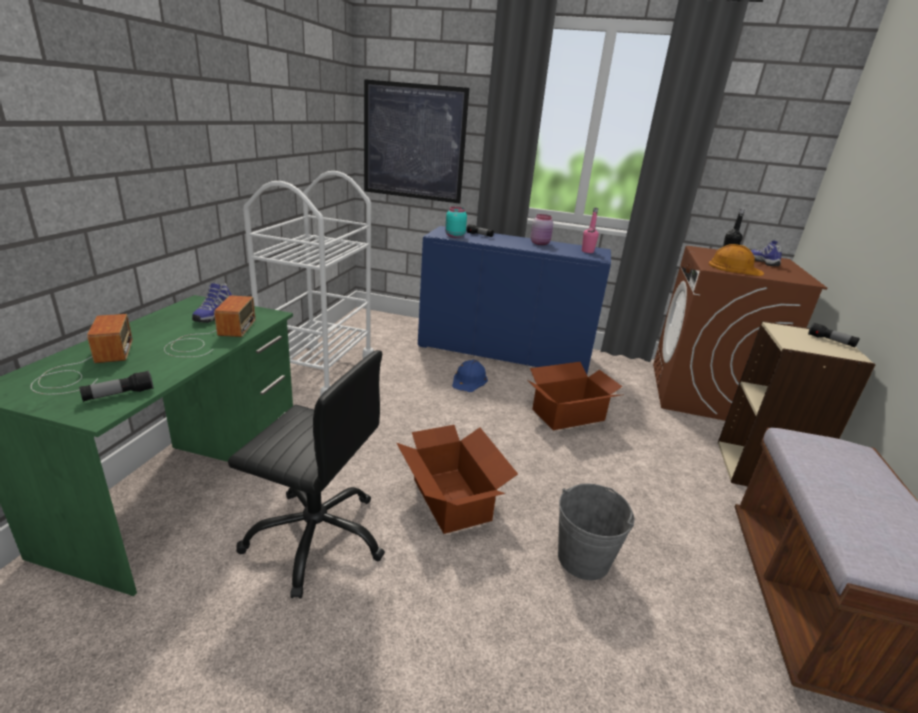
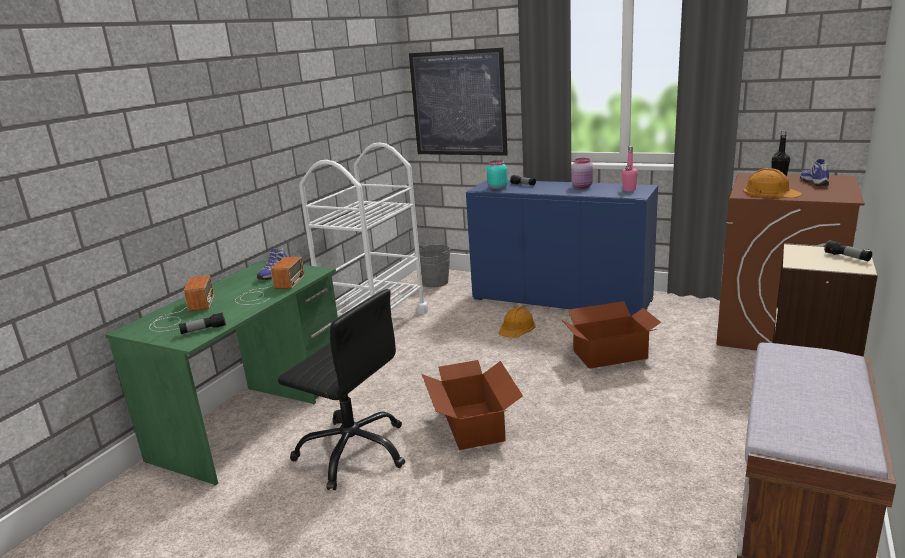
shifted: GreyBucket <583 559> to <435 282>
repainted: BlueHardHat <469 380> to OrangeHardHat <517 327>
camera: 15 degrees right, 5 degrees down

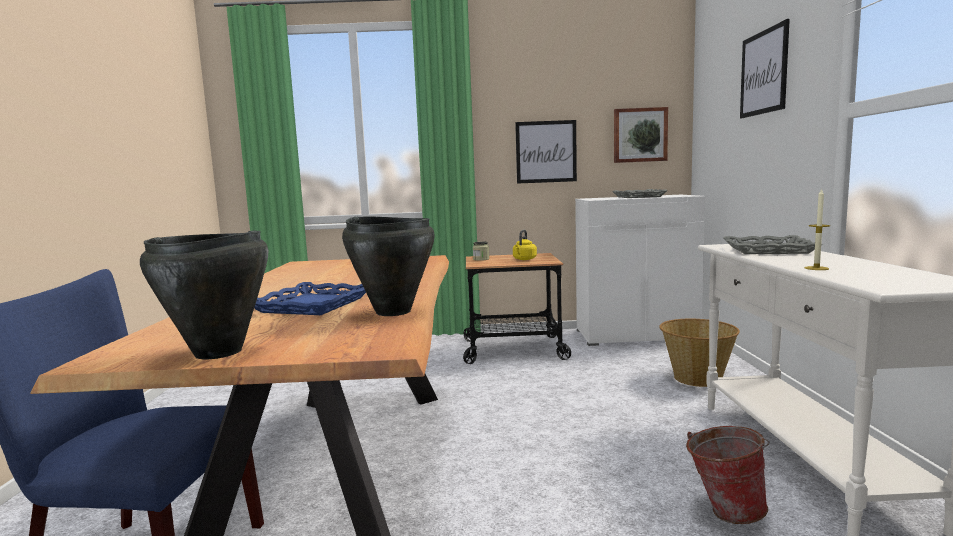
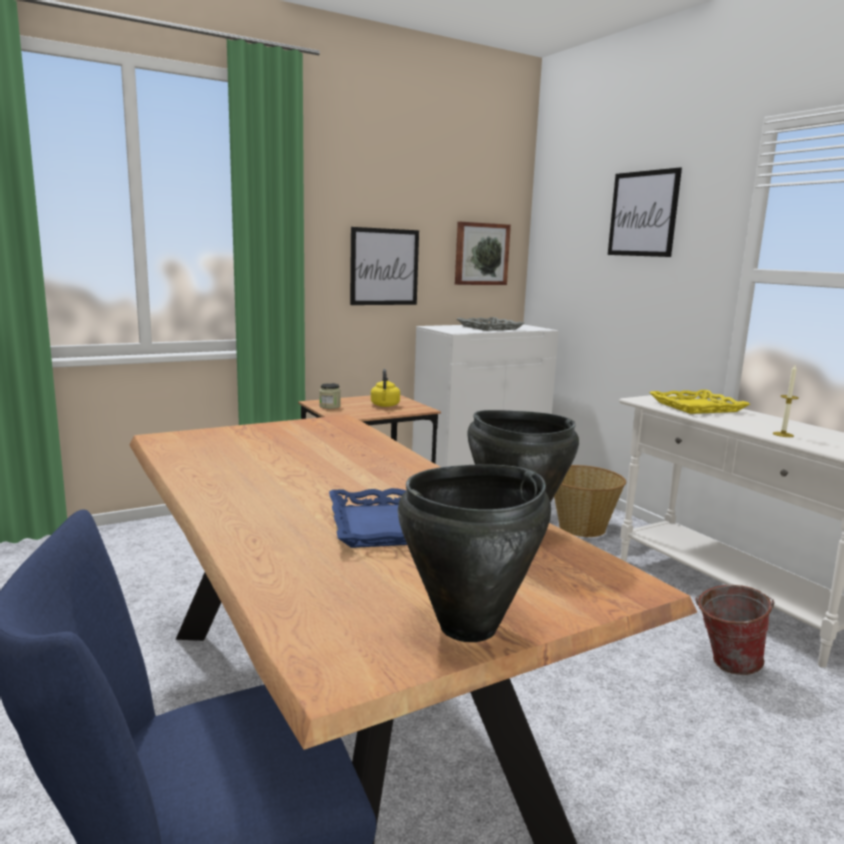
repainted: GreyTray <768 250> to YellowTray <696 407>
camera: 30 degrees left, 5 degrees up

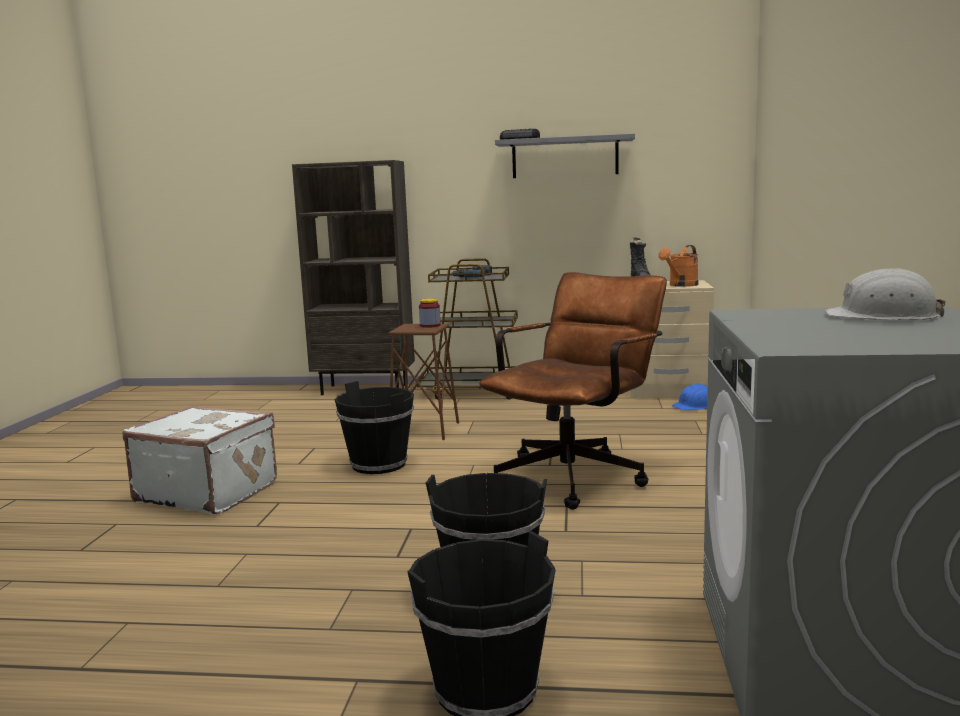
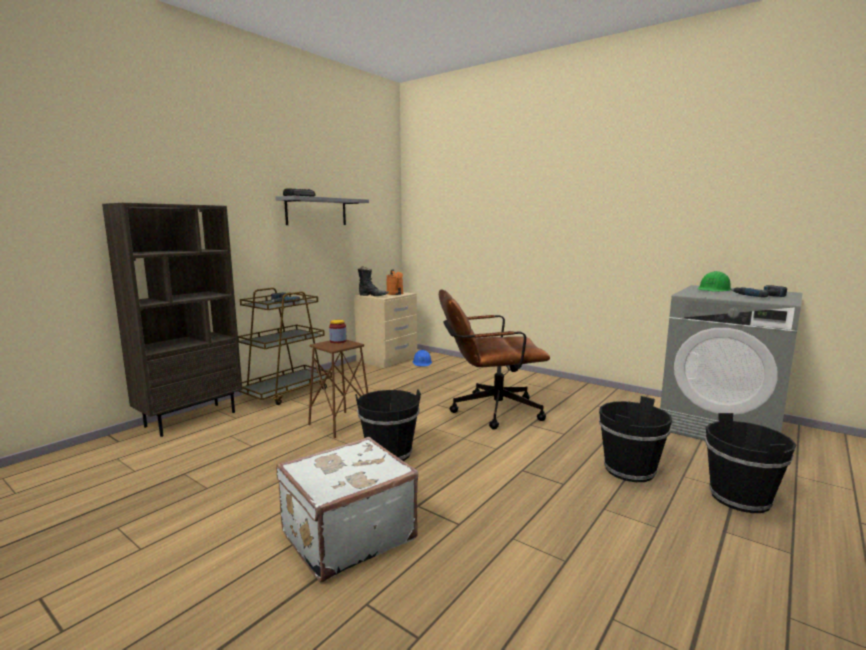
new: PowerDrill <759 296>
repainted: WhiteHardHat <882 316> to GreenHardHat <714 290>
rotated: BrownOfficeChair <576 475> = <488 411> 75 degrees counterclockwise
camera: 60 degrees left, 0 degrees up

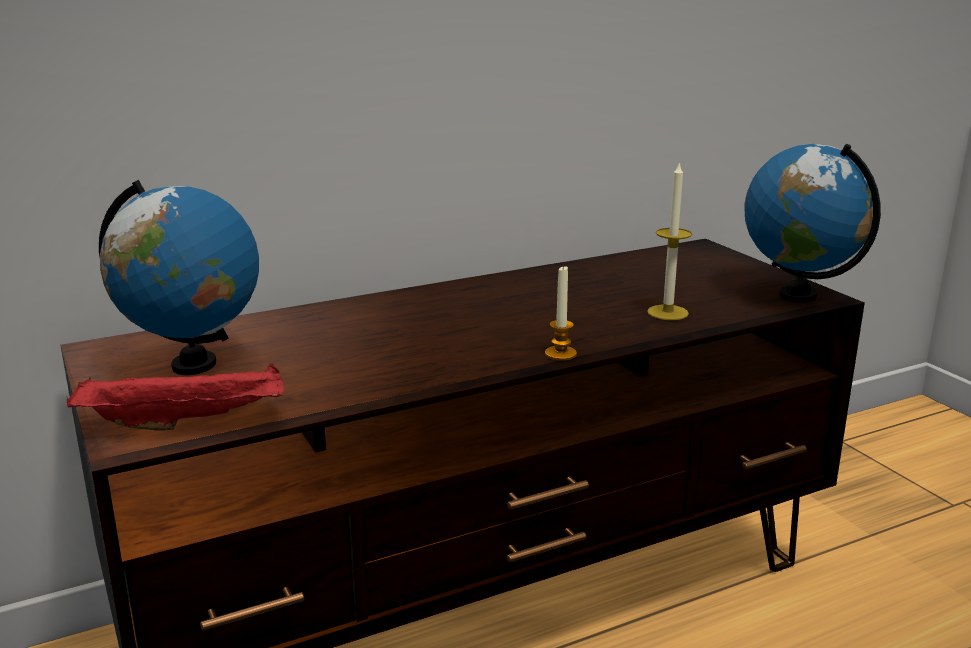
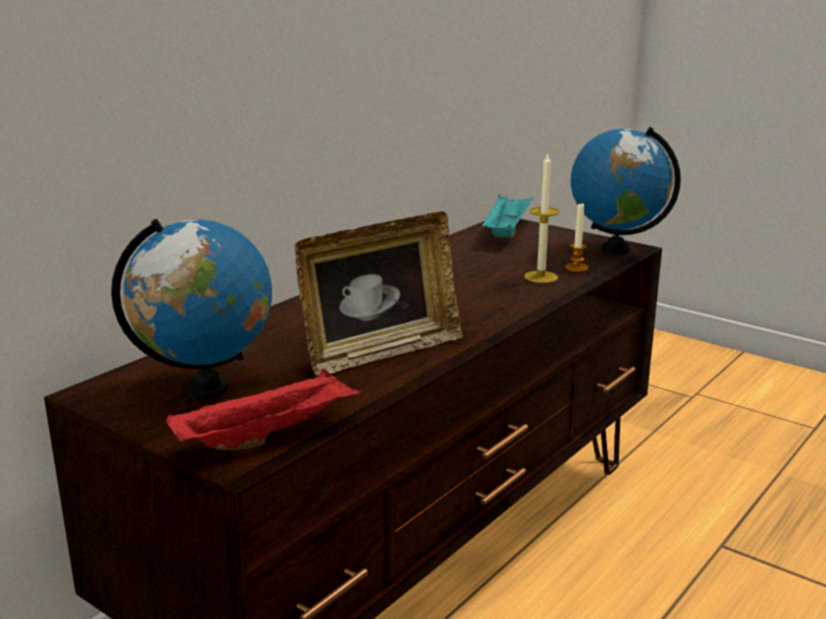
new: PictureFrame <380 352>; TurquoiseTray <506 231>
shifted: Candle <560 354> to <576 268>
camera: 25 degrees left, 0 degrees up

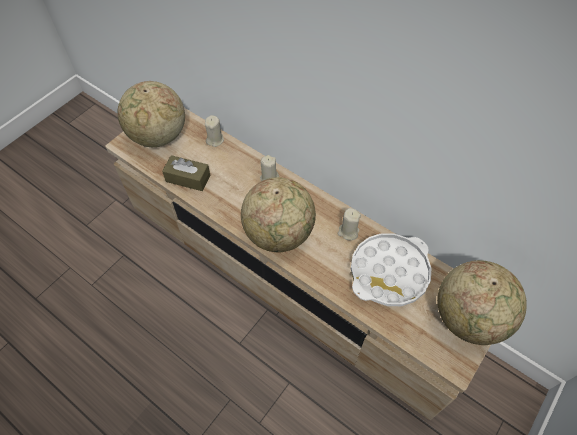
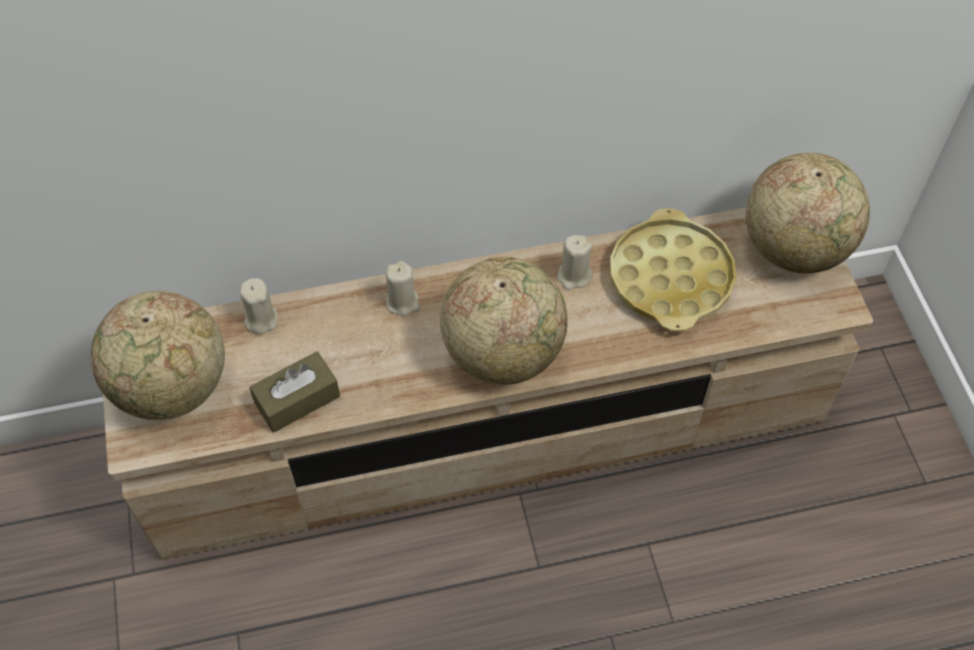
repainted: WhiteTray <389 273> to YellowTray <670 278>
camera: 50 degrees left, 0 degrees up

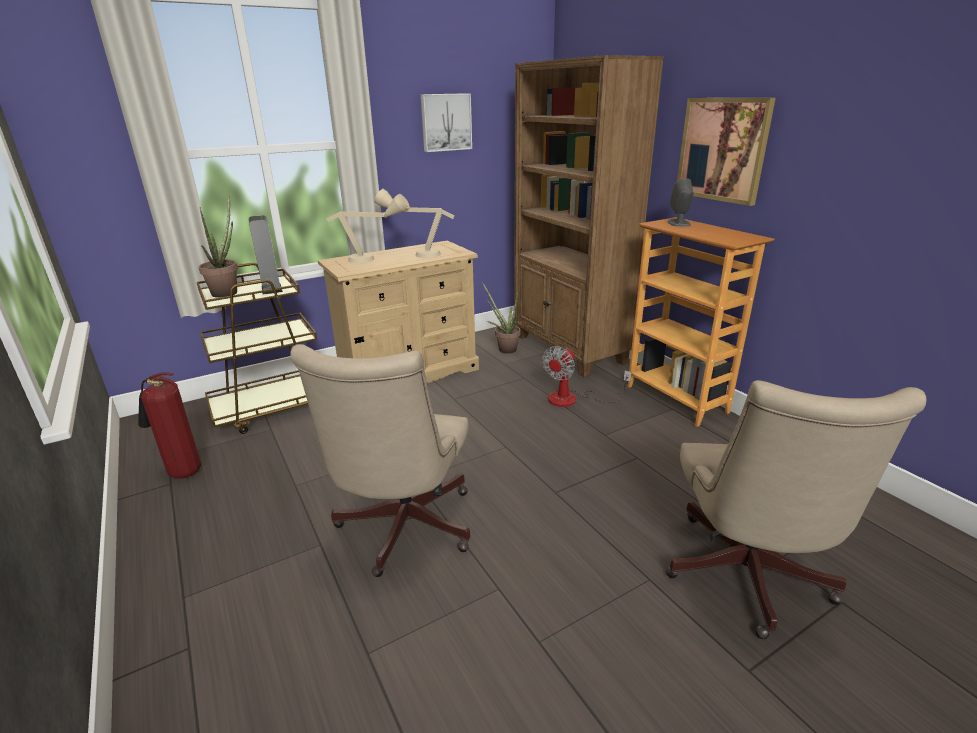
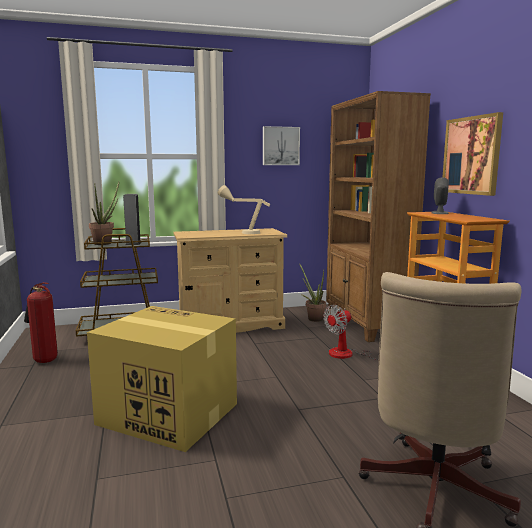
gone: BeigeTableLamp <374 259>
swapped: BeigeOfficeChair <402 530> to CardboardBox <166 413>
camera: 15 degrees right, 15 degrees down

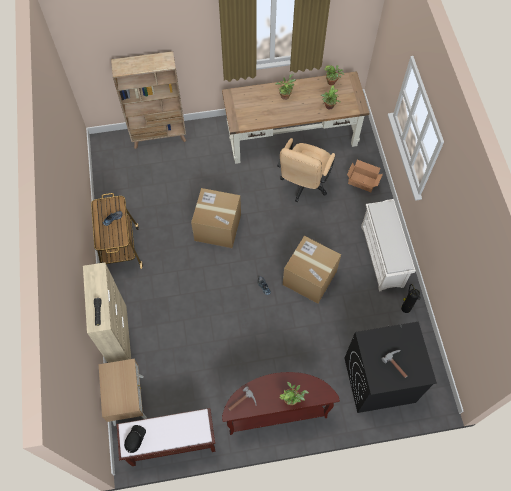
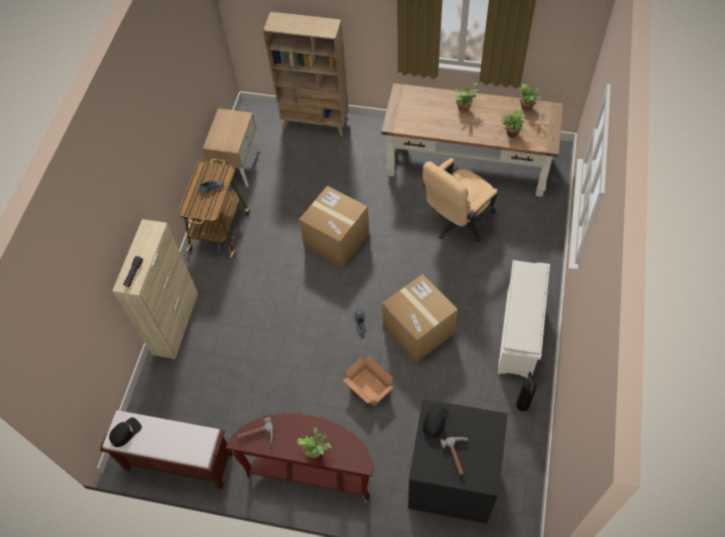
new: BlackCap <435 421>
shifted: BeigeNightstand <128 400> to <238 166>; CardboardBox <362 182> to <369 388>
camera: 25 degrees right, 5 degrees down

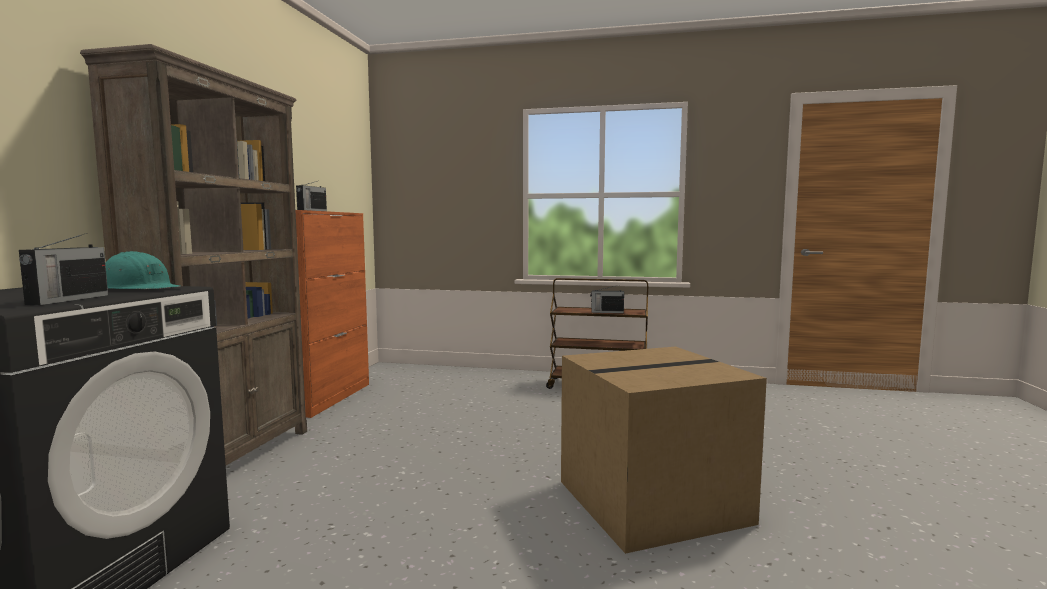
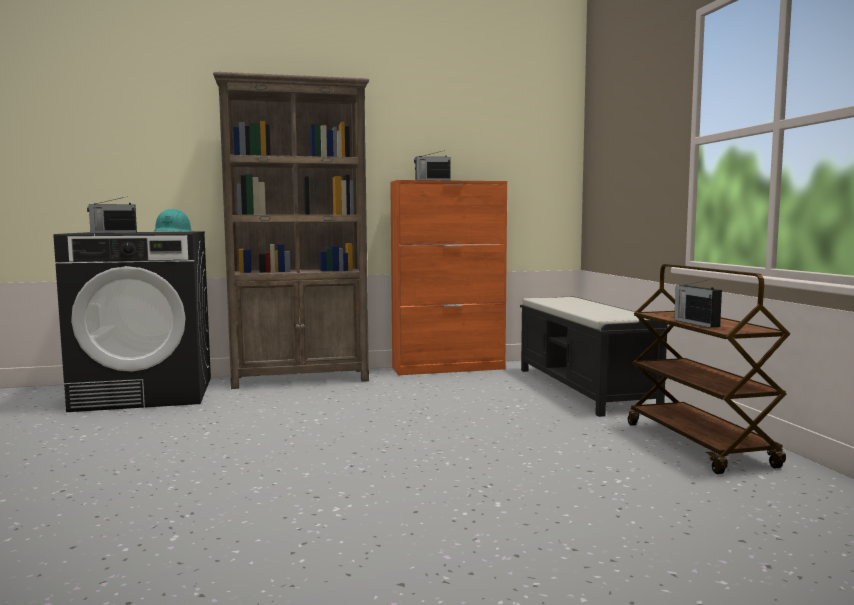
gone: CardboardBox <652 500>
new: BlackBench <584 389>
camera: 65 degrees right, 0 degrees up

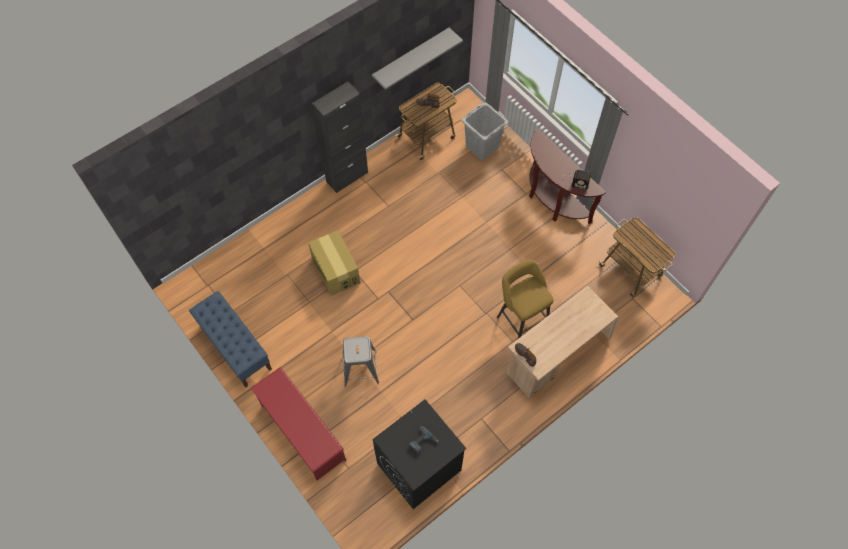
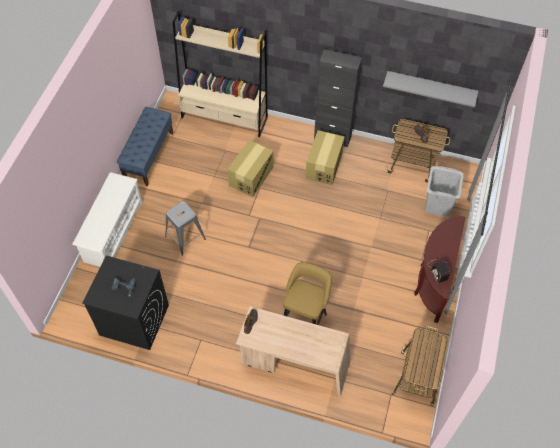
new: BeigeBookcase <224 118>; CardboardBox <324 165>
repainted: RedShoeRack <302 432> to WhiteShoeRack <113 232>
camera: 55 degrees right, 5 degrees down

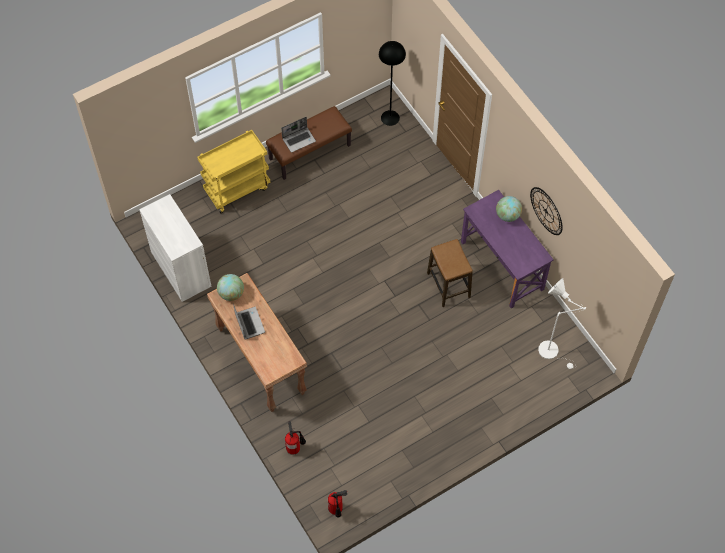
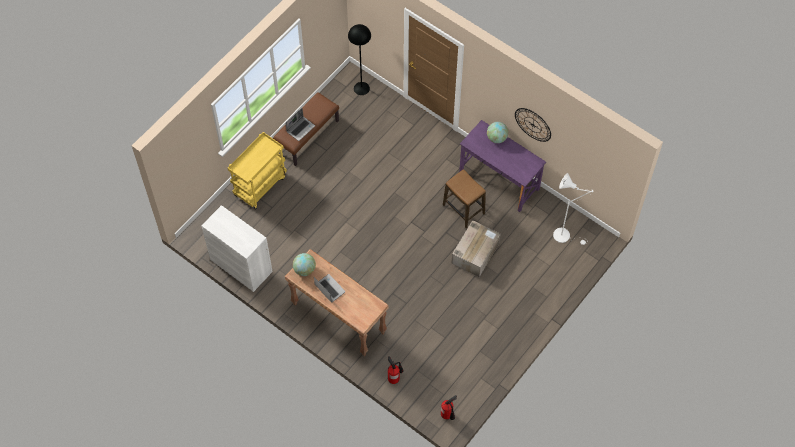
new: CardboardBox <475 253>
camera: 20 degrees left, 0 degrees up

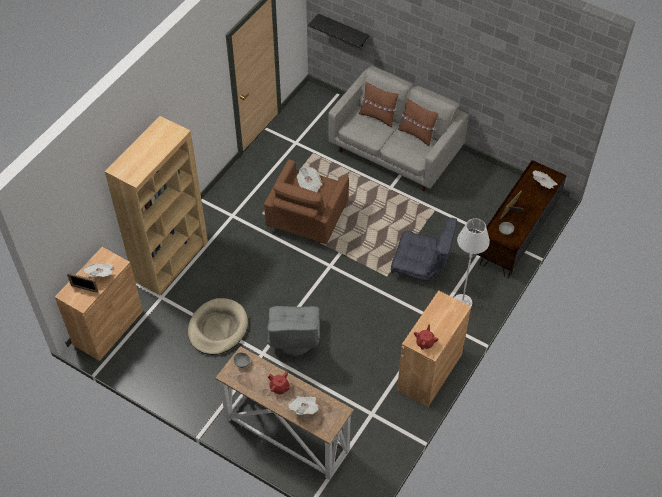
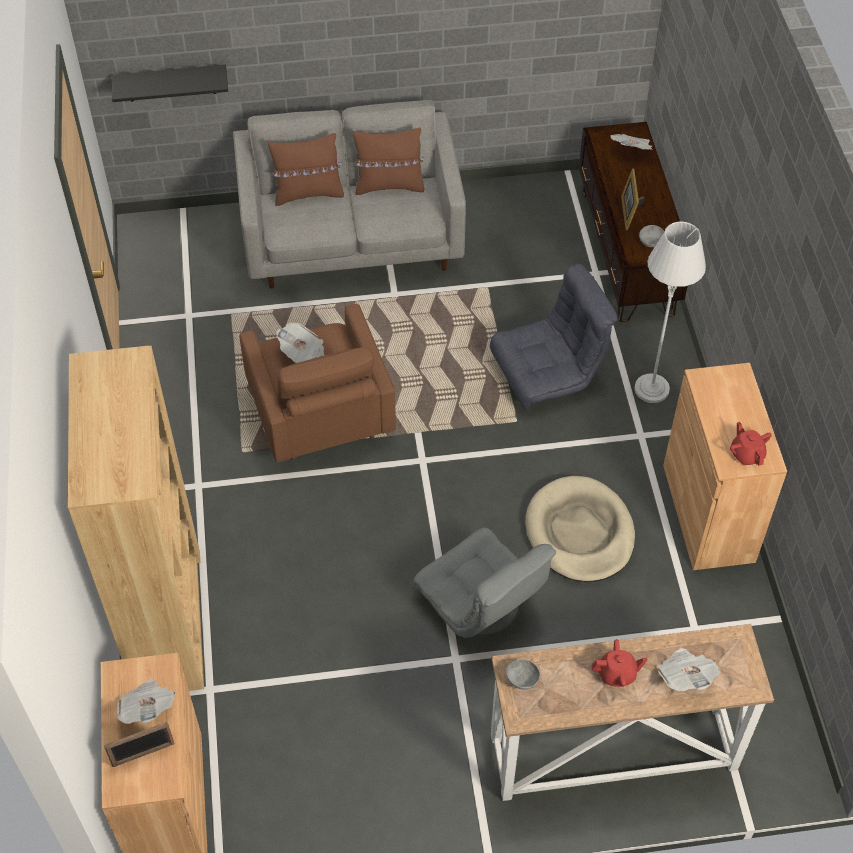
shifted: BeigeDogBed <218 328> to <579 532>
camera: 40 degrees left, 0 degrees up

